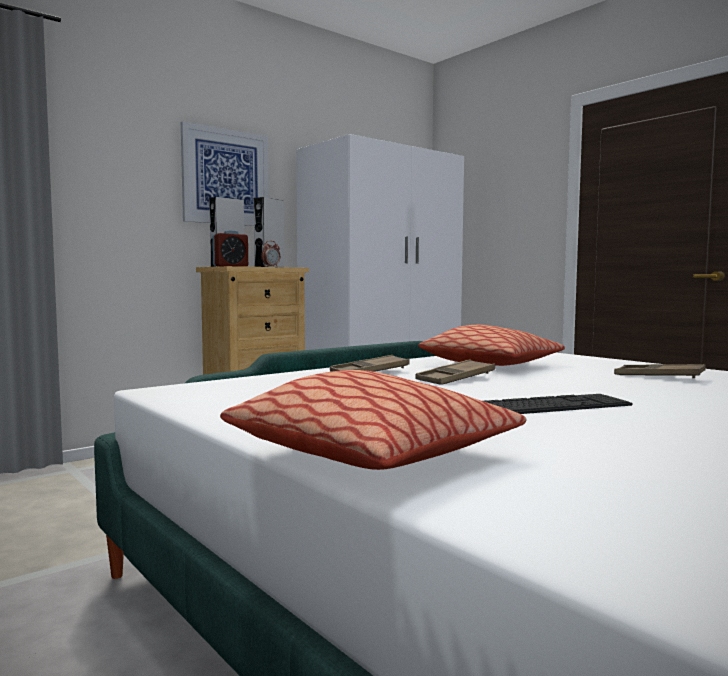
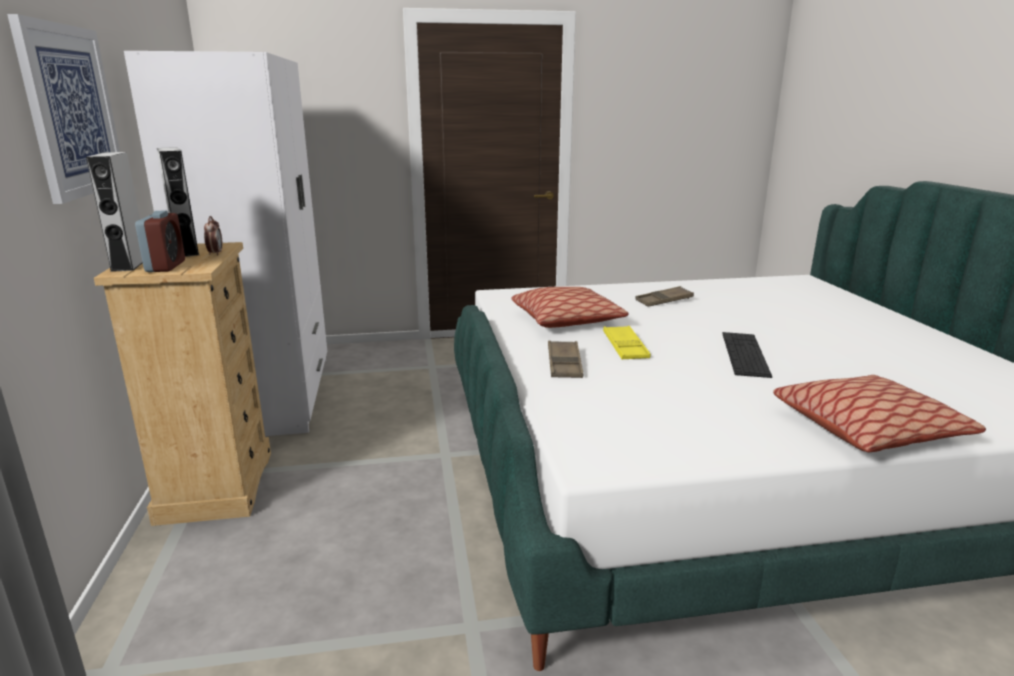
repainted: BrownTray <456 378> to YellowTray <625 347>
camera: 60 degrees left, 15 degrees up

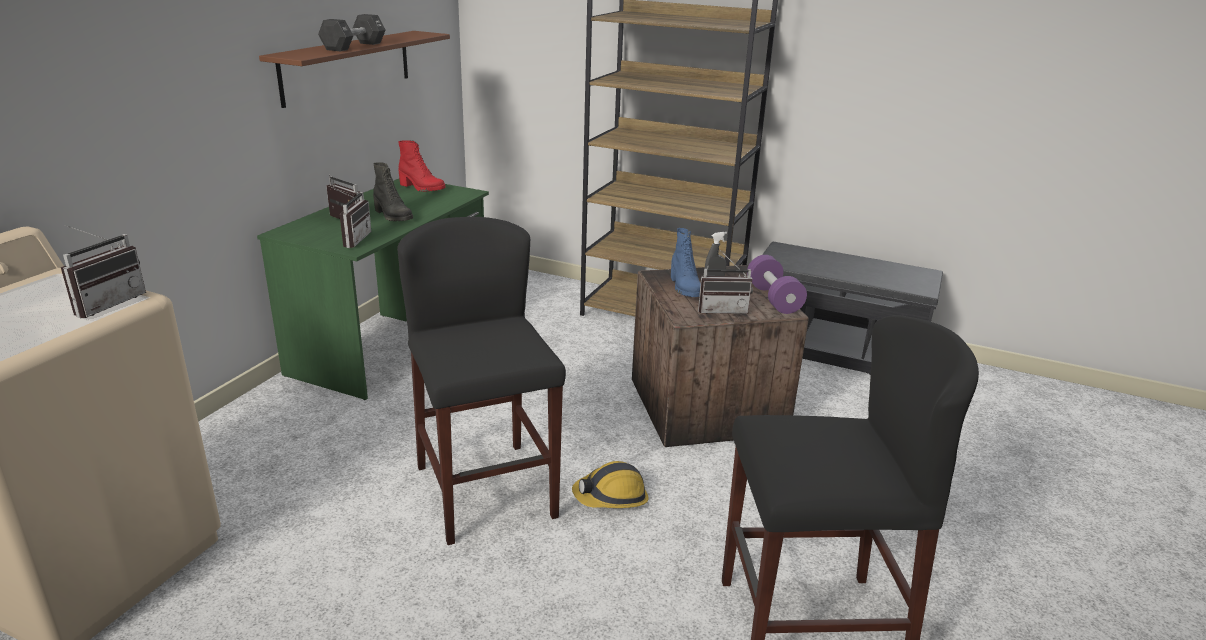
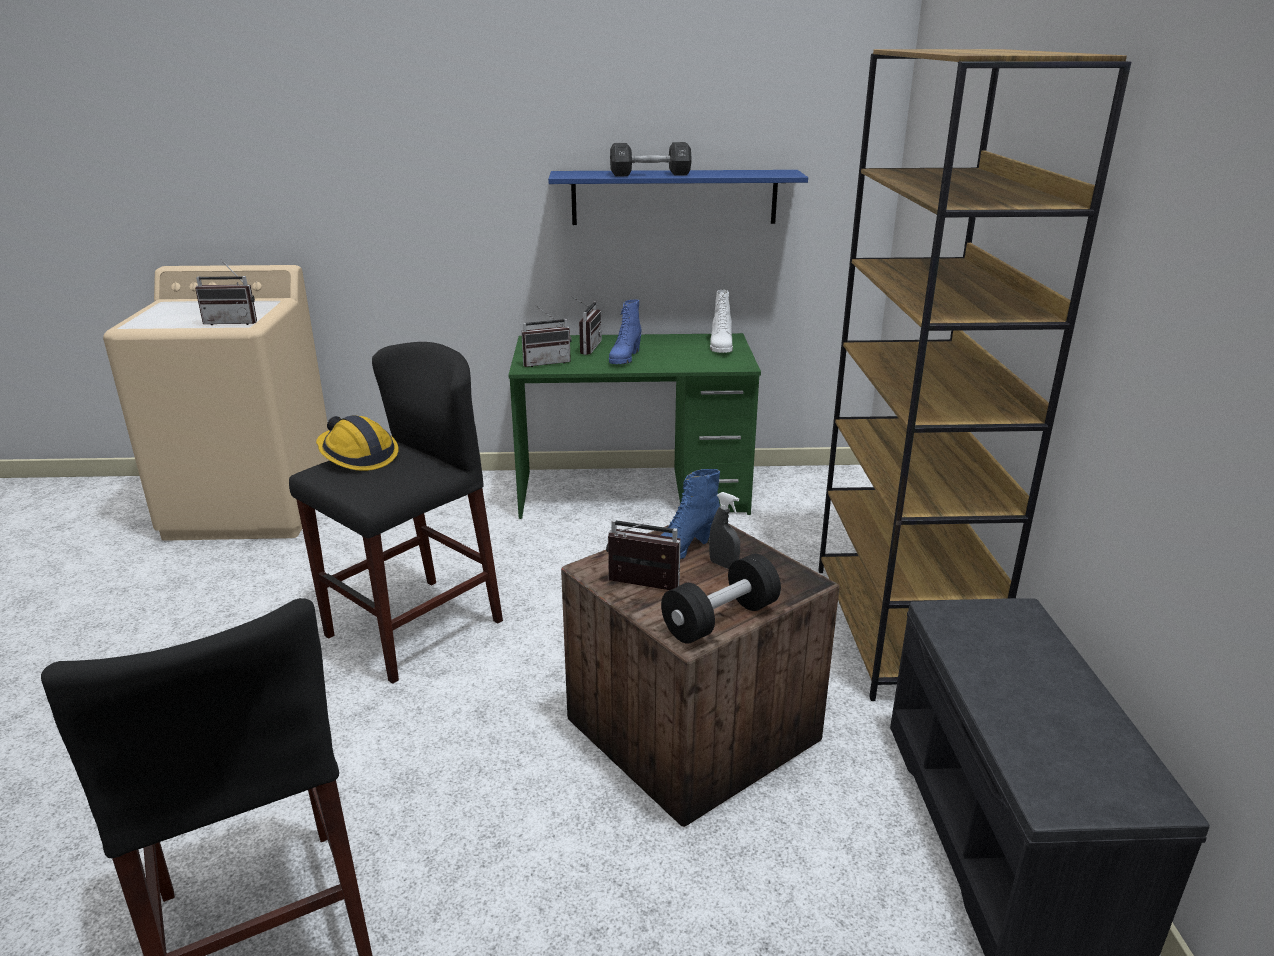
shifted: HardHat <611 497> to <357 456>
repainted: BrownShelf <347 66> to BlueShelf <674 197>; BlackBoot <392 216> to BlueBoot <624 358>; RedBoot <421 188> to WhiteBoot <720 347>; PurpleDumbbell <773 299> to BlackDumbbell <720 619>
rotated: Radio <722 309> = <640 588> 135 degrees clockwise
camera: 65 degrees right, 0 degrees up

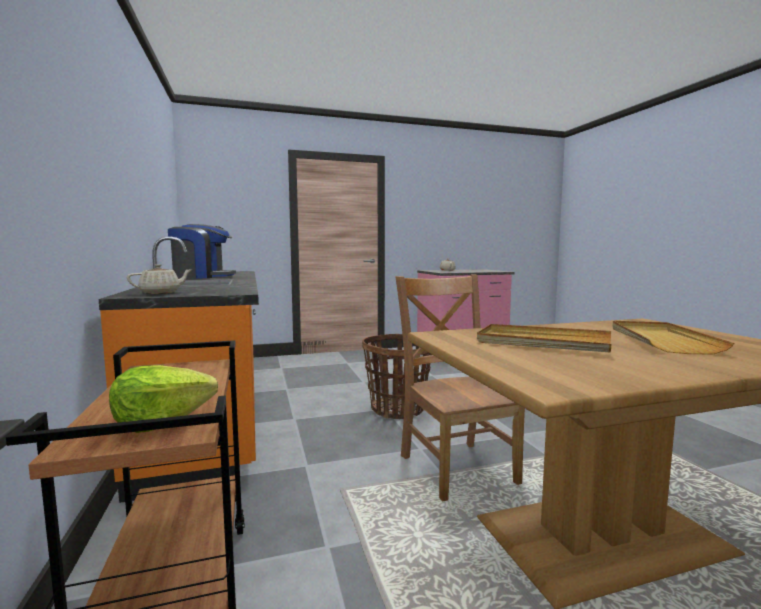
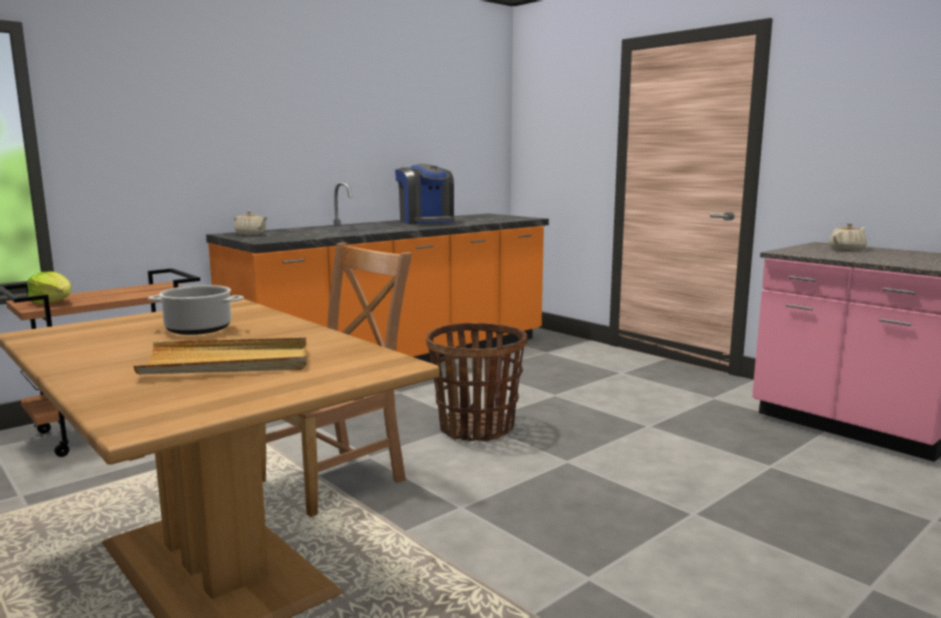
swapped: BeigeTray <542 342> to CookingPot <199 329>
camera: 65 degrees right, 5 degrees up

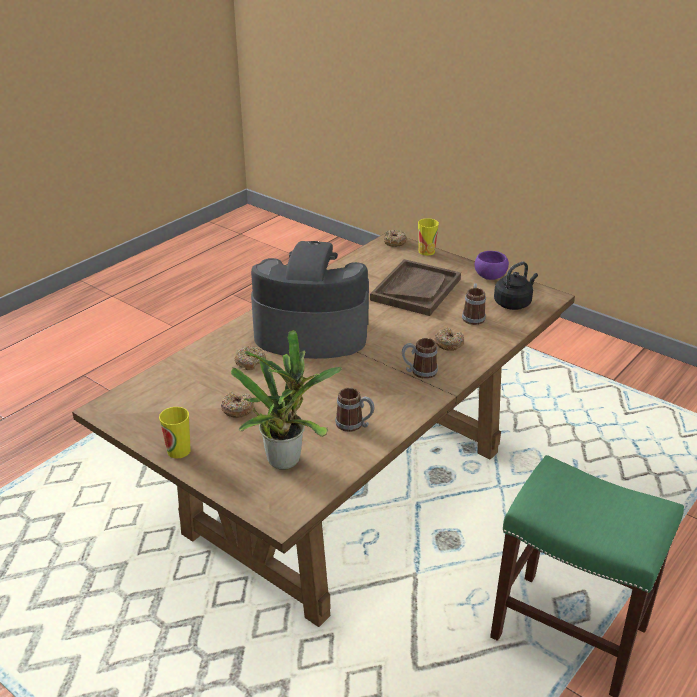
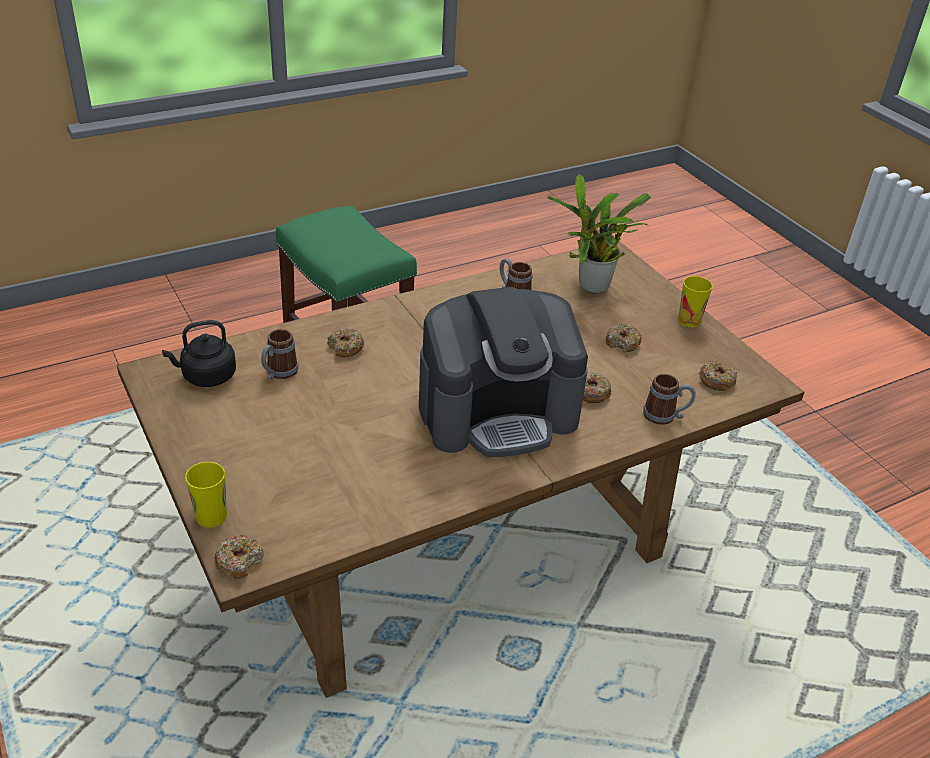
gone: BrownTray <416 289>; PurpleBowl <490 276>
new: Donut <716 380>
shifted: Mug <419 372> to <665 416>
rotated: CoffeeMachine <310 332> = <498 412> 45 degrees counterclockwise
camera: 160 degrees left, 5 degrees up

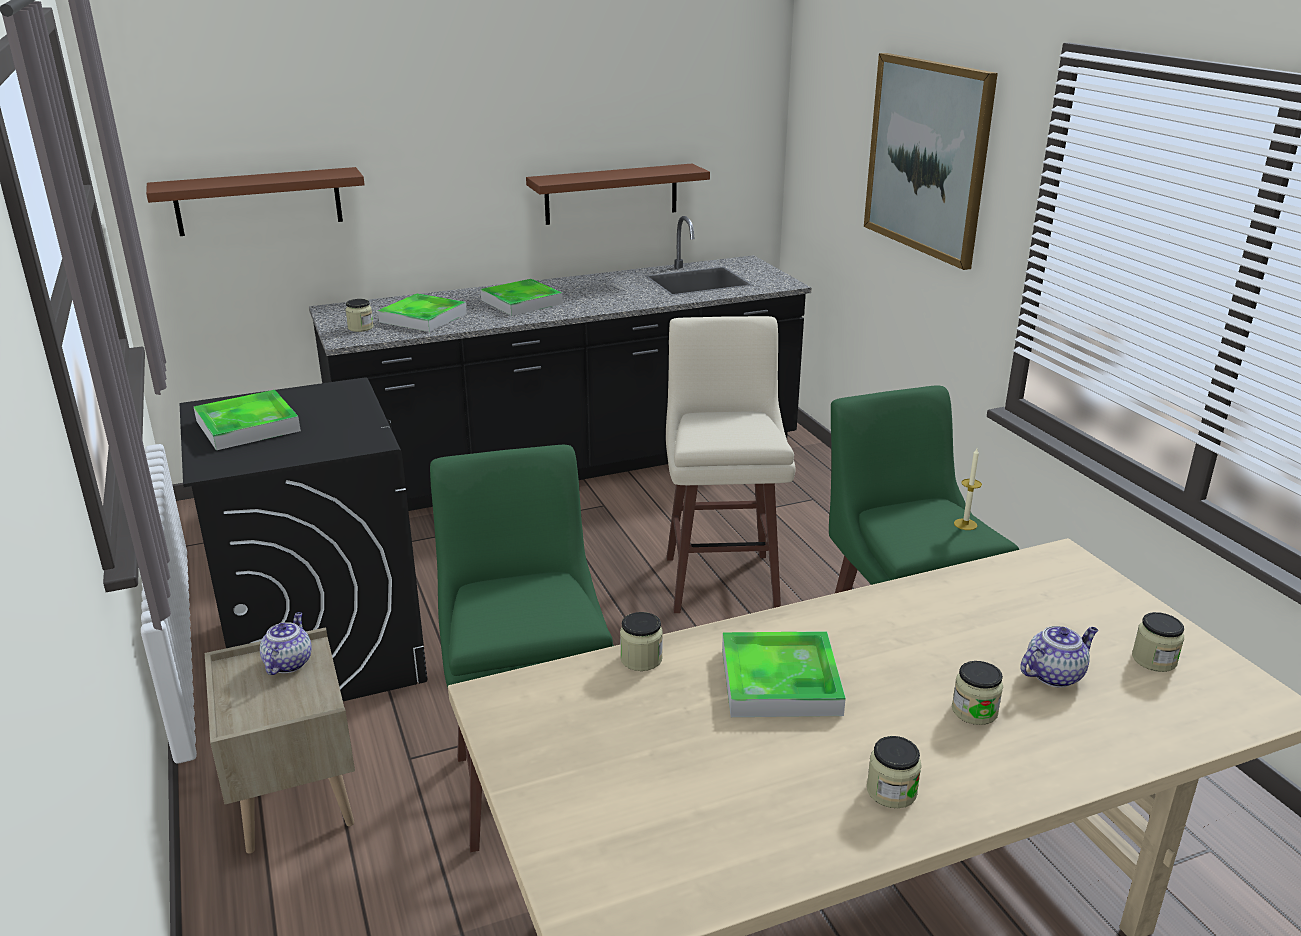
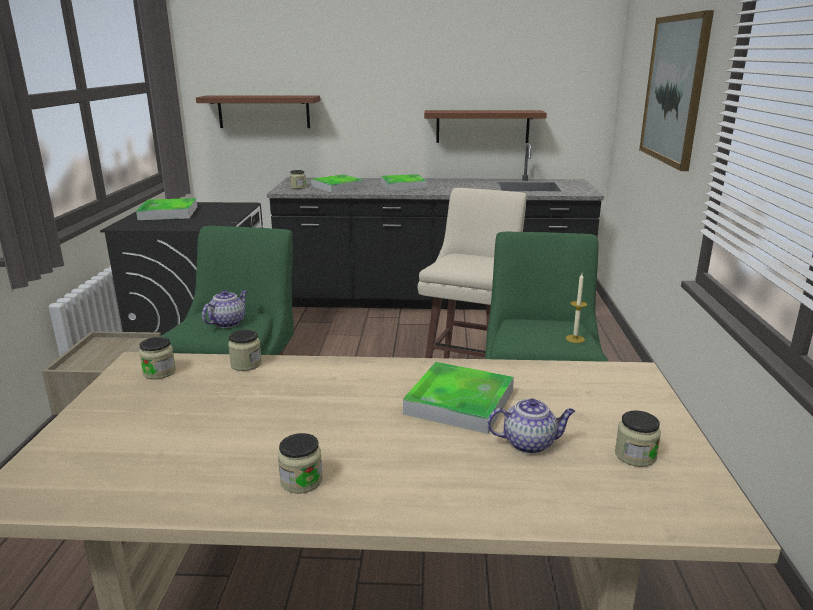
shifted: Teapot <288 663> to <228 323>; Tray <780 681> to <459 402>; Jar <974 711> to <159 372>
camera: 25 degrees right, 5 degrees down

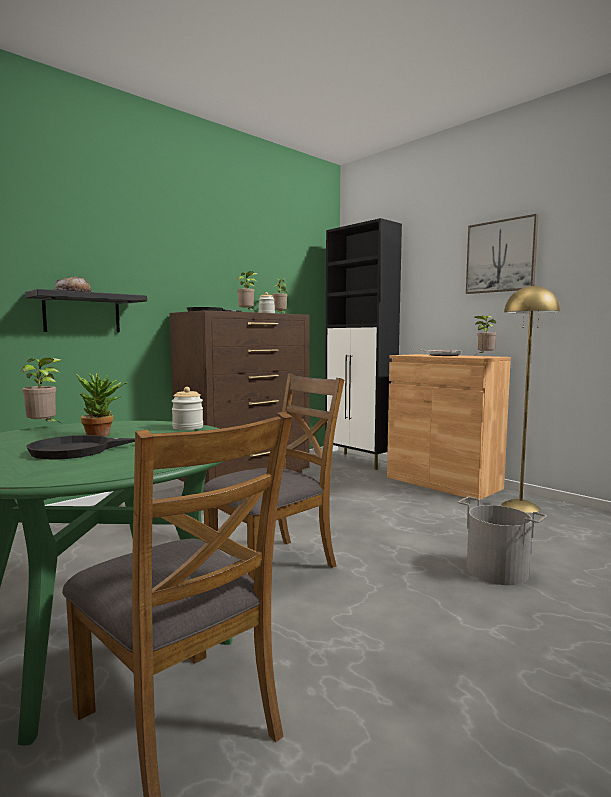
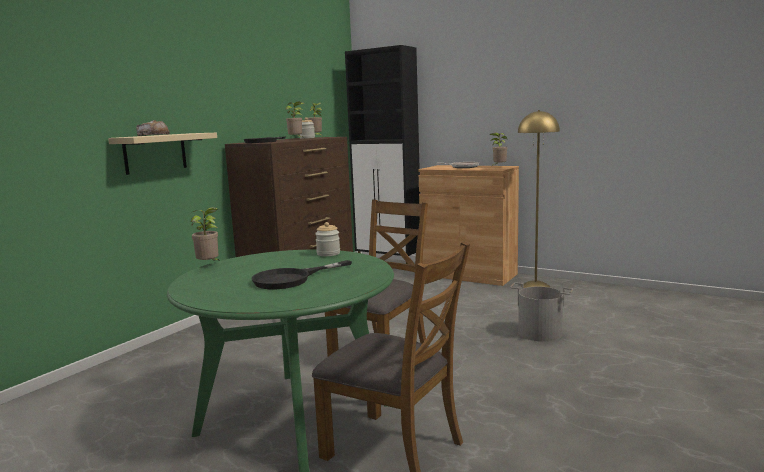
gone: PottedPlant <103 435>; Picture <501 256>
repainted: BlackShelf <82 313> to BeigeShelf <155 153>
camera: 15 degrees left, 5 degrees up

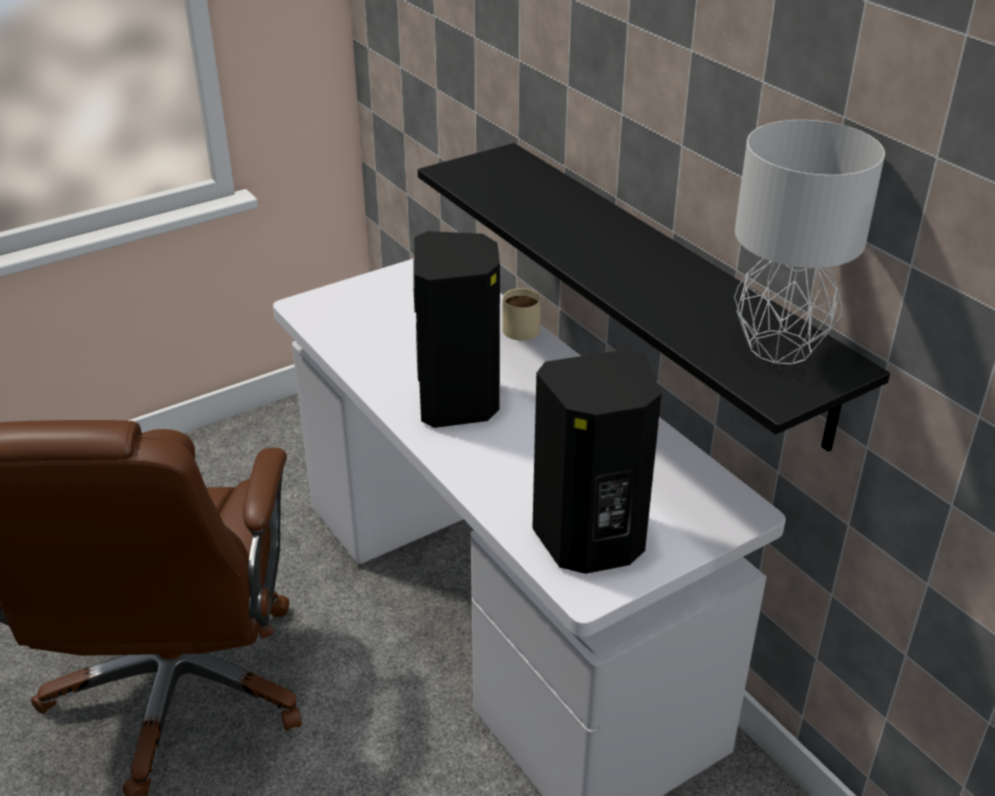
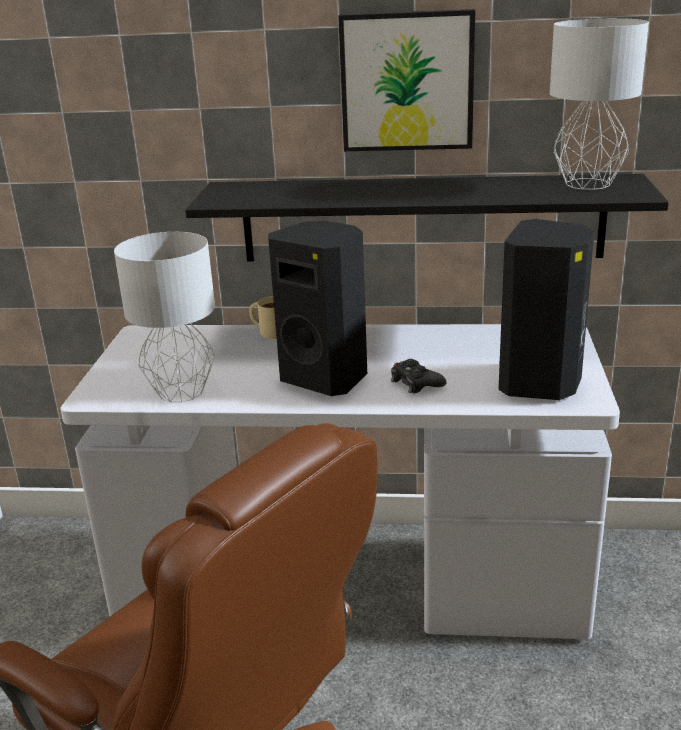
new: GreyTableLamp <181 393>; Picture <407 81>; BlackGameController <415 383>
camera: 50 degrees left, 10 degrees down

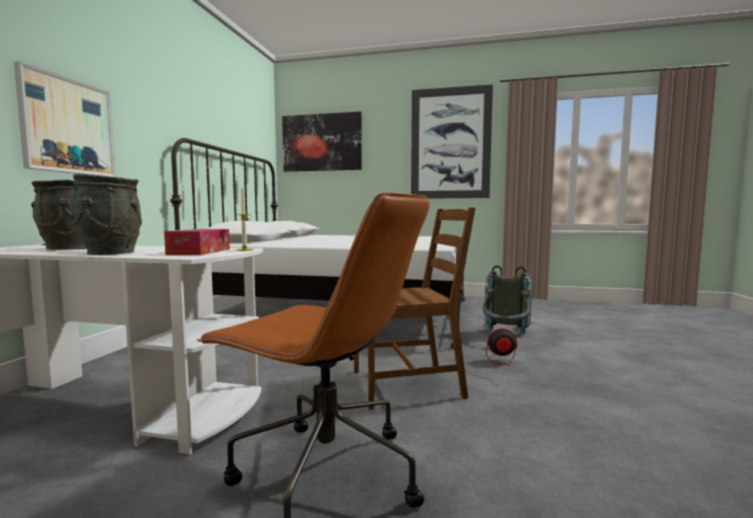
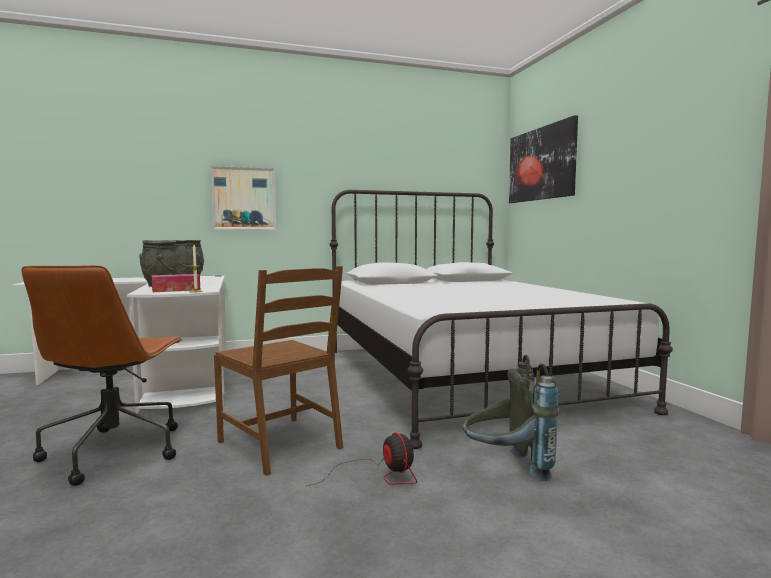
gone: Picture <450 143>
camera: 60 degrees right, 0 degrees up

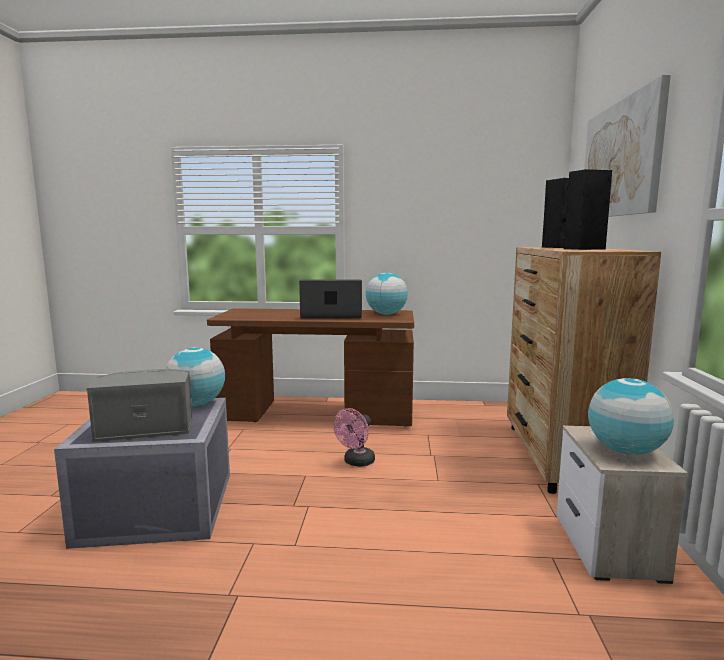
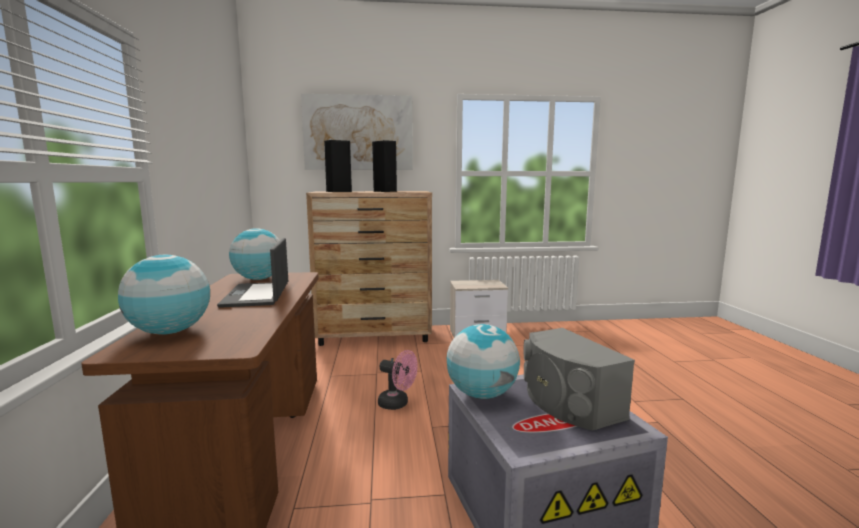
shifted: Globe <626 451> to <170 332>
camera: 100 degrees left, 0 degrees up

